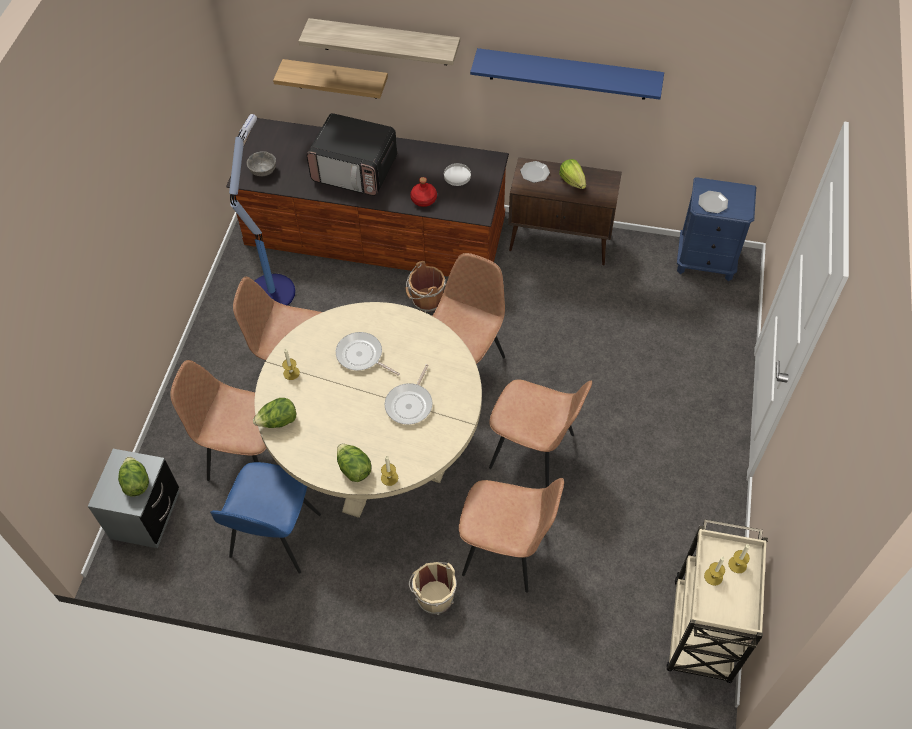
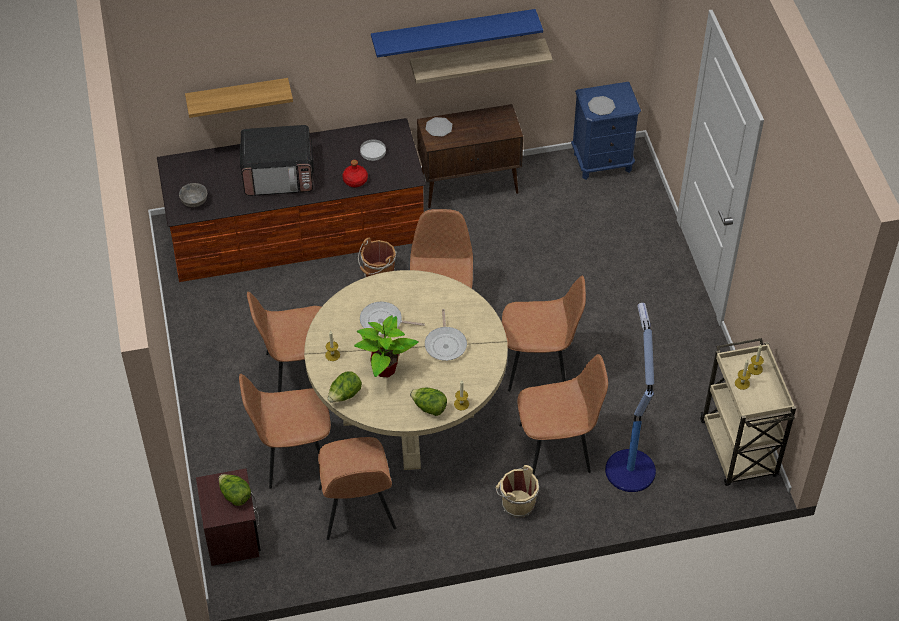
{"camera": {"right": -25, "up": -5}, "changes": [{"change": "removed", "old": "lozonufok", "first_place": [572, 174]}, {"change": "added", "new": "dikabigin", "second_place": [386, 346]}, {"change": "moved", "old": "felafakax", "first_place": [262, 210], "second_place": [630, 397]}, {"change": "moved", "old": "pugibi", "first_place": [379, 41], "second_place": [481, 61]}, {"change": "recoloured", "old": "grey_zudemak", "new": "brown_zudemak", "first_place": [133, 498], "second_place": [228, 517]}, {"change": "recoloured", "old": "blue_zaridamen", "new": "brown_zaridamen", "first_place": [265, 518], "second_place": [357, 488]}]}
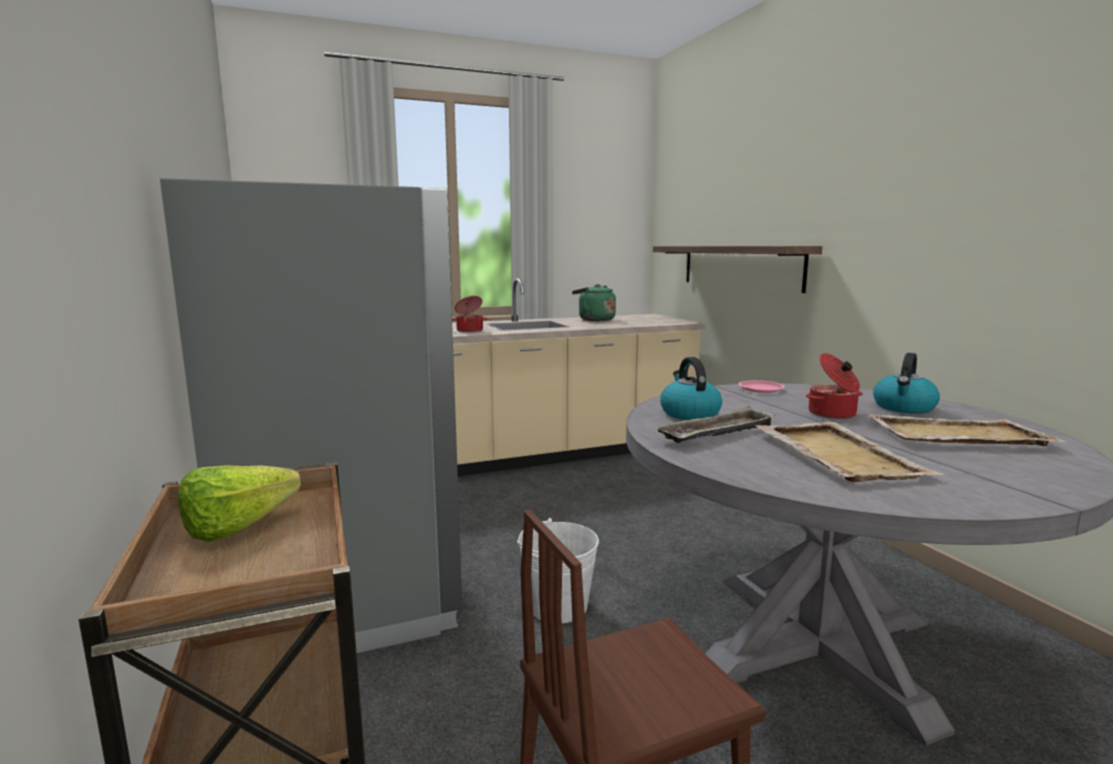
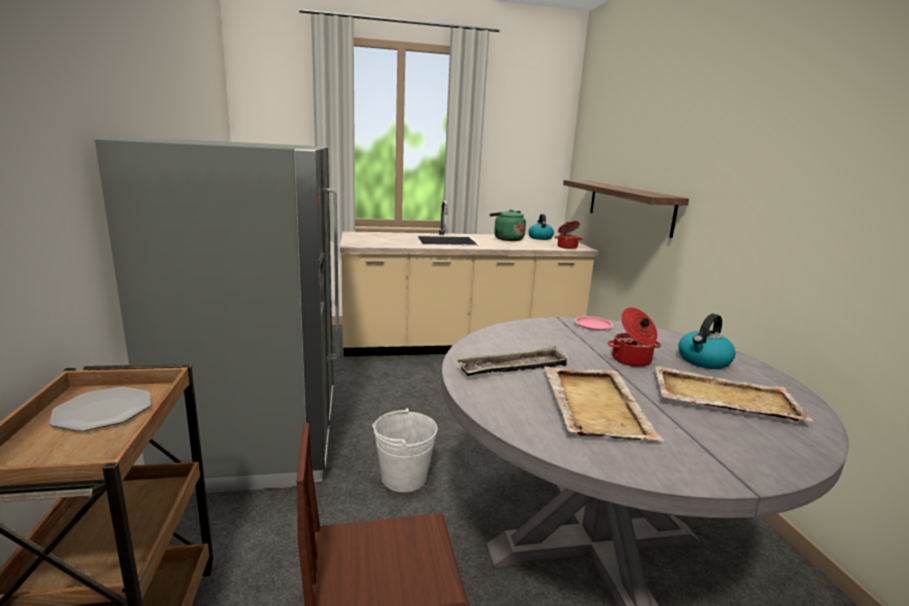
{"camera": {"right": 10, "up": 5}, "changes": [{"change": "moved", "old": "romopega", "first_place": [470, 314], "second_place": [568, 235]}, {"change": "moved", "old": "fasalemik", "first_place": [691, 388], "second_place": [541, 227]}, {"change": "replaced", "old": "lozonufok", "new": "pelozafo", "first_place": [239, 503], "second_place": [100, 409]}]}
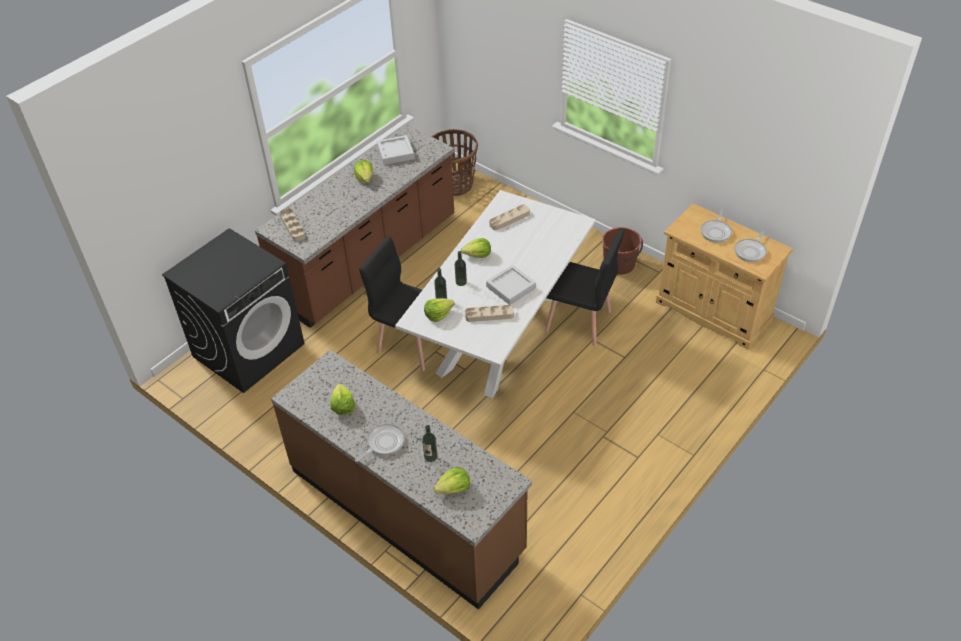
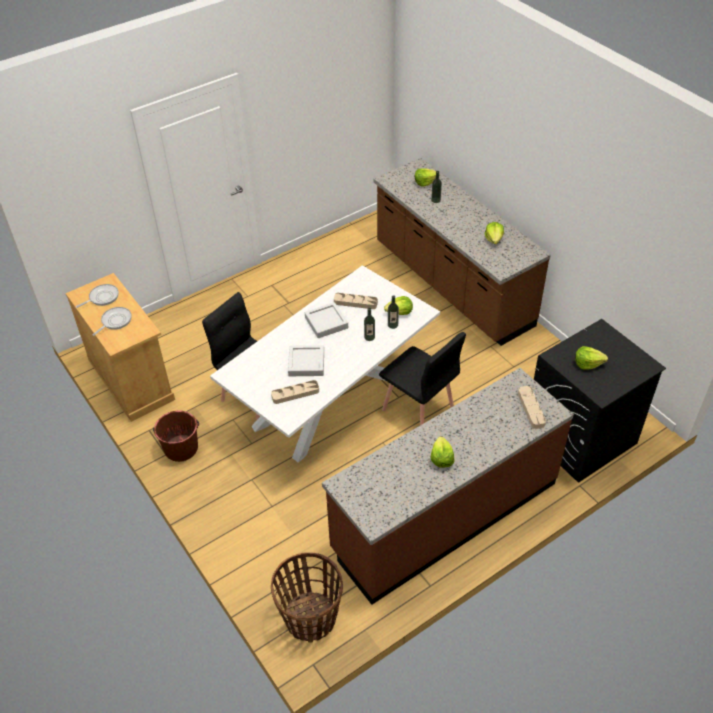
{"camera": {"right": -165, "up": 0}, "changes": [{"change": "removed", "old": "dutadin", "first_place": [380, 443]}, {"change": "moved", "old": "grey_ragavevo", "first_place": [396, 150], "second_place": [306, 360]}, {"change": "moved", "old": "lozonufok", "first_place": [476, 248], "second_place": [591, 358]}]}
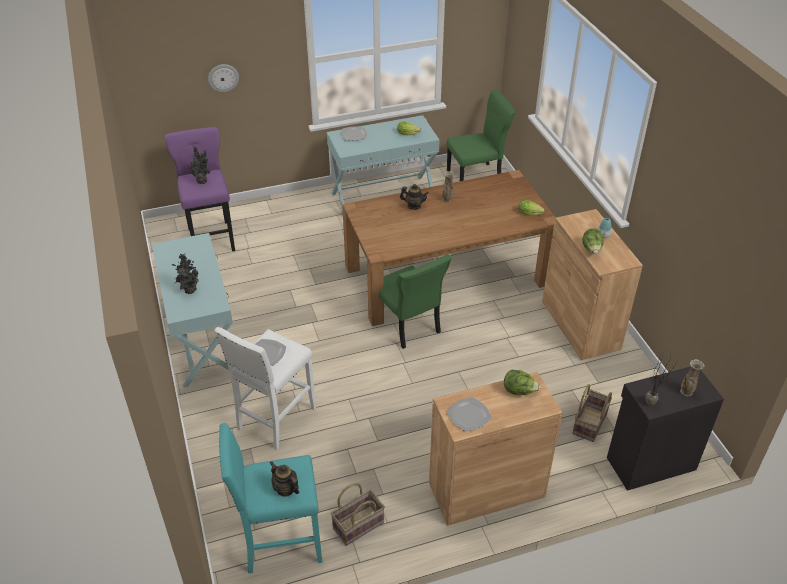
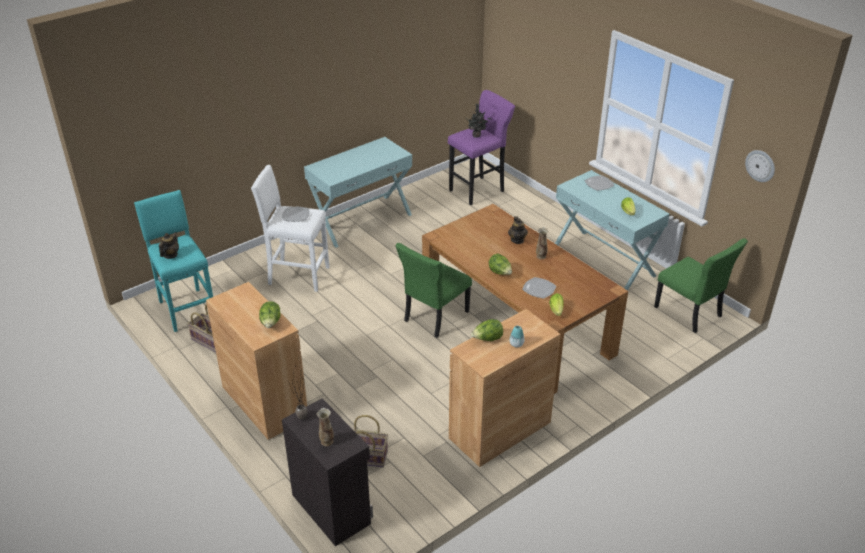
{"camera": {"right": 70, "up": -5}, "changes": [{"change": "removed", "old": "dikabigin", "first_place": [185, 274]}, {"change": "added", "new": "lozonufok", "second_place": [500, 264]}, {"change": "moved", "old": "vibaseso", "first_place": [223, 78], "second_place": [760, 166]}, {"change": "moved", "old": "pelozafo", "first_place": [469, 414], "second_place": [539, 288]}]}
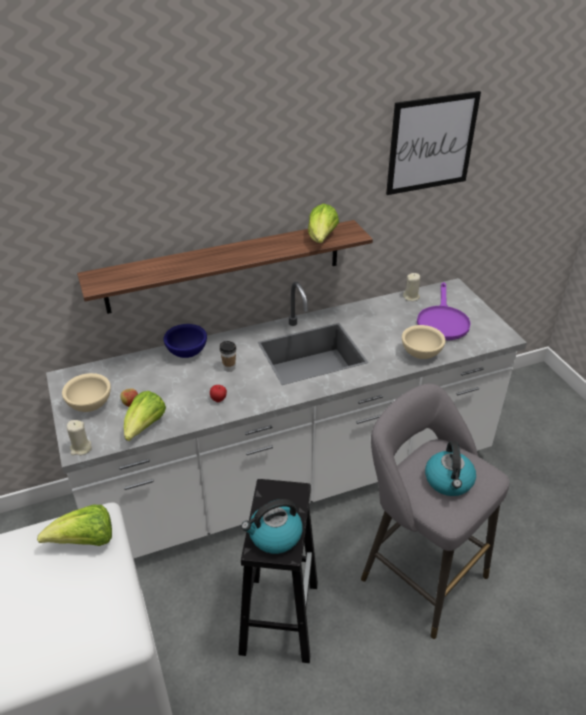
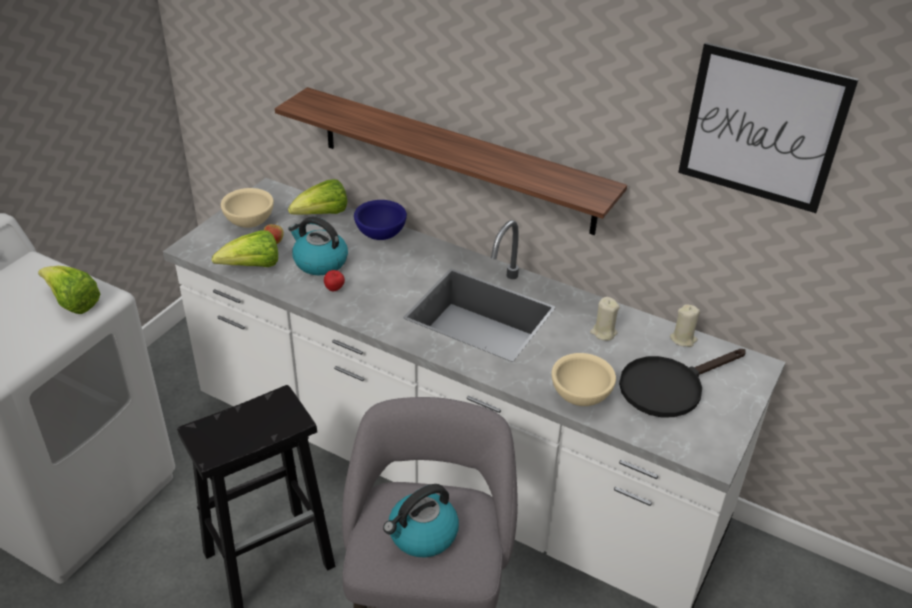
{"camera": {"right": 50, "up": 0}, "changes": [{"change": "removed", "old": "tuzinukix", "first_place": [227, 356]}, {"change": "moved", "old": "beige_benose", "first_place": [79, 437], "second_place": [605, 319]}, {"change": "moved", "old": "fasalemik", "first_place": [272, 526], "second_place": [318, 246]}, {"change": "moved", "old": "lozonufok", "first_place": [323, 223], "second_place": [317, 197]}, {"change": "recoloured", "old": "purple_dutadin", "new": "black_dutadin", "first_place": [444, 311], "second_place": [682, 383]}]}
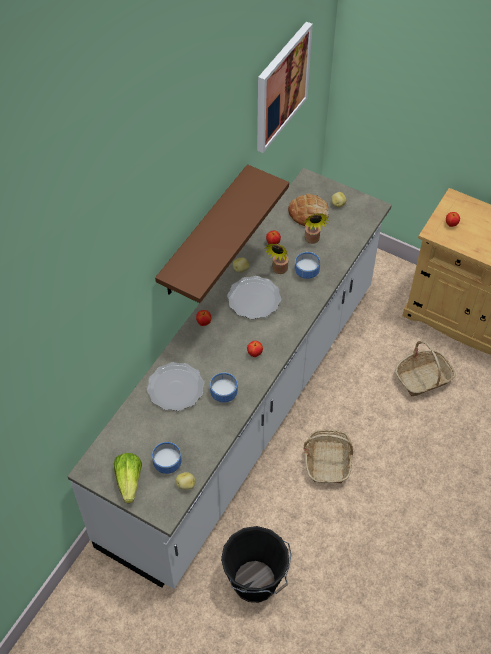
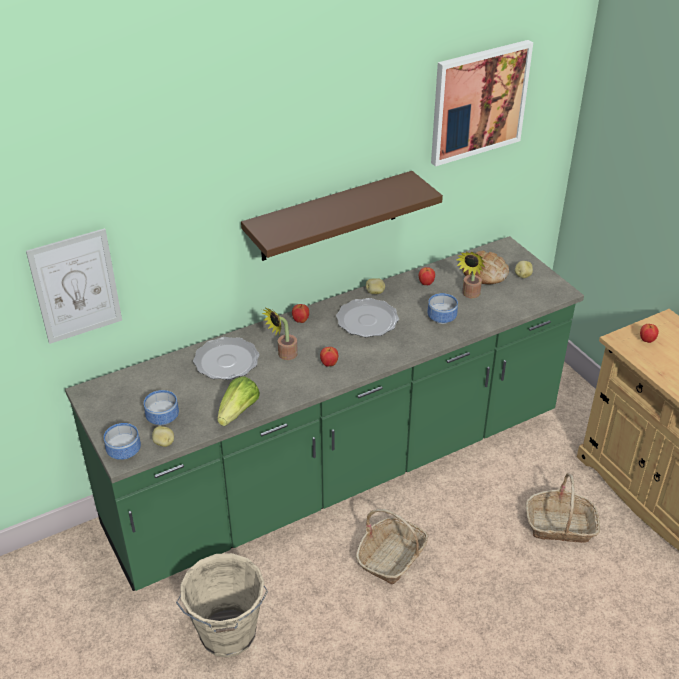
{"camera": {"right": 30, "up": -15}, "changes": [{"change": "added", "new": "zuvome", "second_place": [74, 286]}, {"change": "moved", "old": "lozonufok", "first_place": [128, 478], "second_place": [238, 401]}, {"change": "moved", "old": "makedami", "first_place": [224, 388], "second_place": [122, 441]}, {"change": "moved", "old": "dikabigin", "first_place": [276, 259], "second_place": [279, 333]}, {"change": "recoloured", "old": "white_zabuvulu", "new": "green_zabuvulu", "first_place": [229, 378], "second_place": [324, 413]}, {"change": "recoloured", "old": "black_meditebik", "new": "beige_meditebik", "first_place": [256, 564], "second_place": [222, 605]}]}
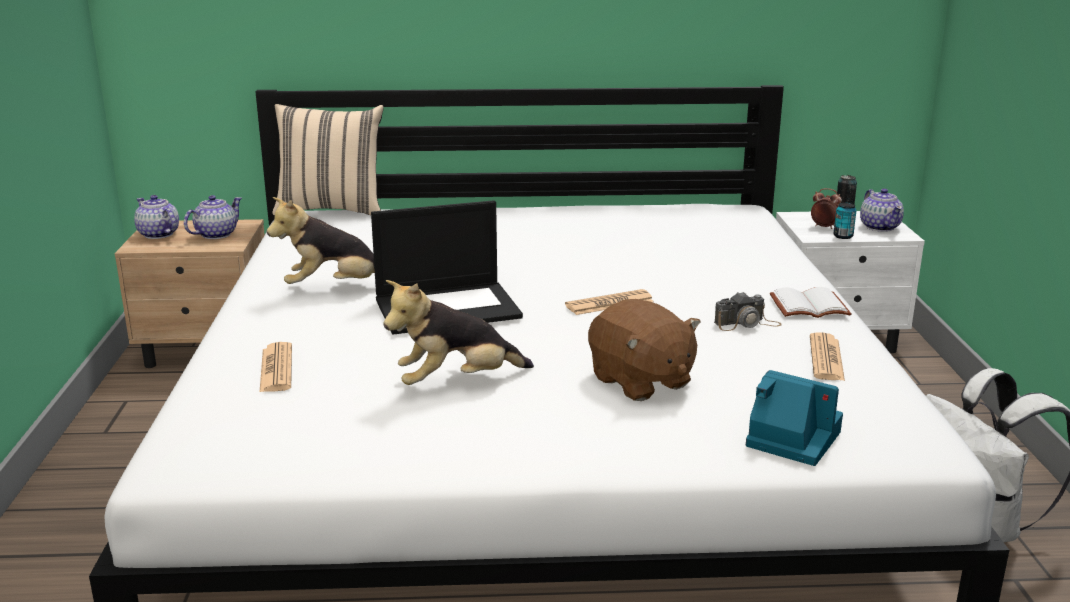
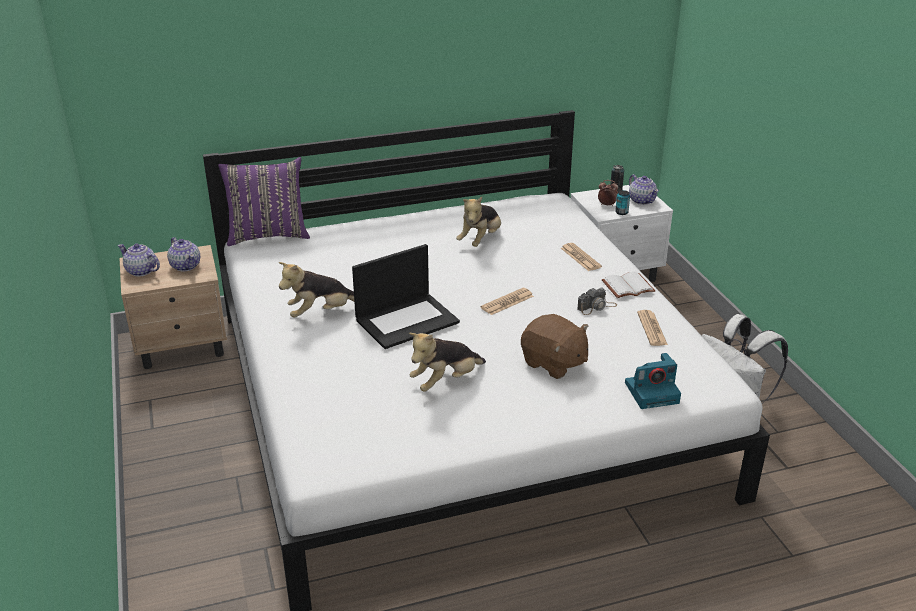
{"camera": {"right": -15, "up": 10}, "changes": [{"change": "added", "new": "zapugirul", "second_place": [478, 222]}, {"change": "moved", "old": "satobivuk", "first_place": [276, 367], "second_place": [581, 257]}, {"change": "recoloured", "old": "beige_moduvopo", "new": "purple_moduvopo", "first_place": [328, 159], "second_place": [264, 201]}, {"change": "turned", "old": "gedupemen", "first_place": [213, 217], "second_place": [183, 254], "degrees": 120}, {"change": "turned", "old": "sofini", "first_place": [794, 418], "second_place": [653, 381], "degrees": 150}]}
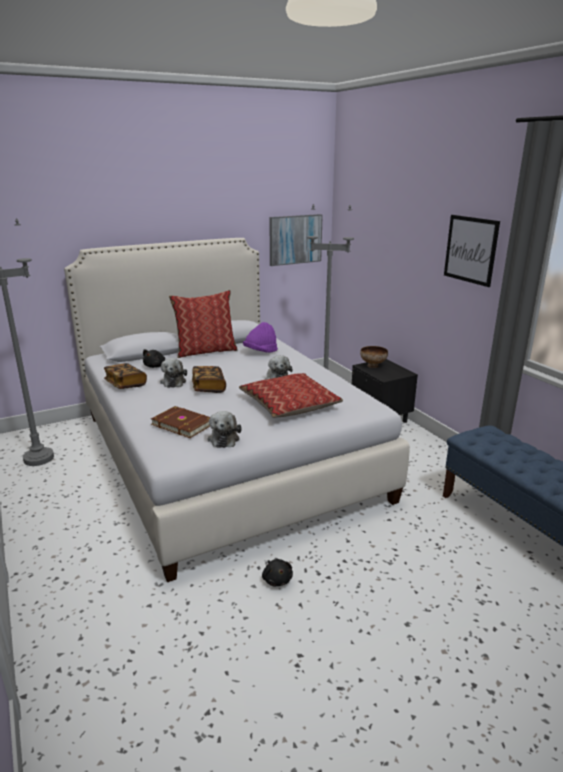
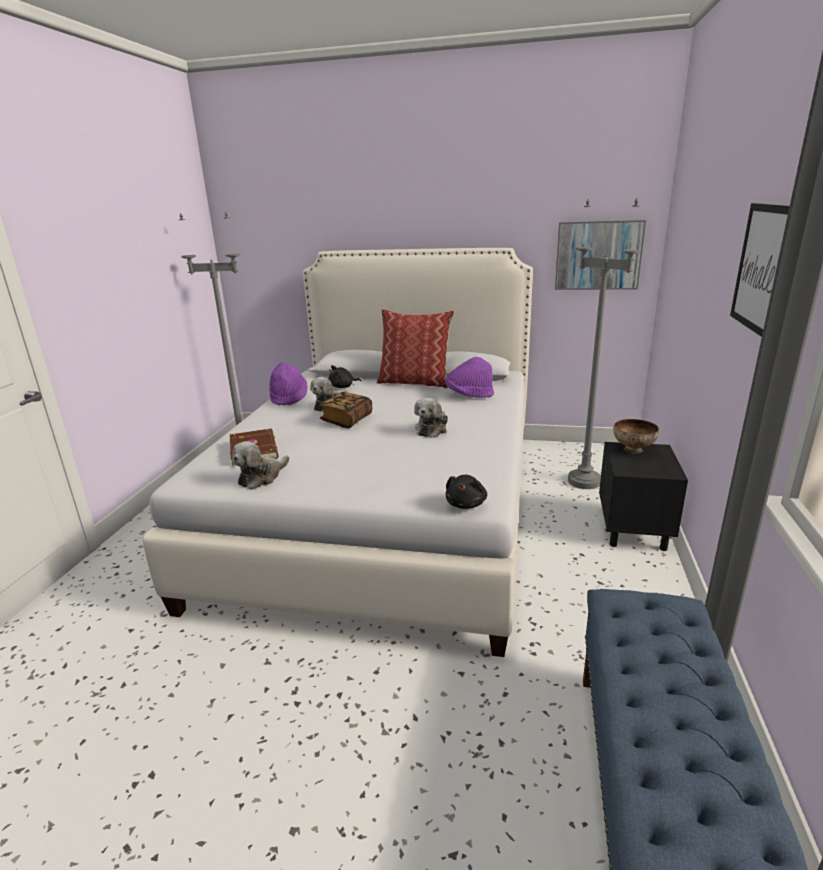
{"camera": {"right": 40, "up": 0}, "changes": [{"change": "removed", "old": "moduvopo", "first_place": [291, 395]}, {"change": "moved", "old": "black_zapugirul", "first_place": [277, 572], "second_place": [466, 492]}, {"change": "replaced", "old": "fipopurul", "new": "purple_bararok", "first_place": [125, 376], "second_place": [288, 384]}]}
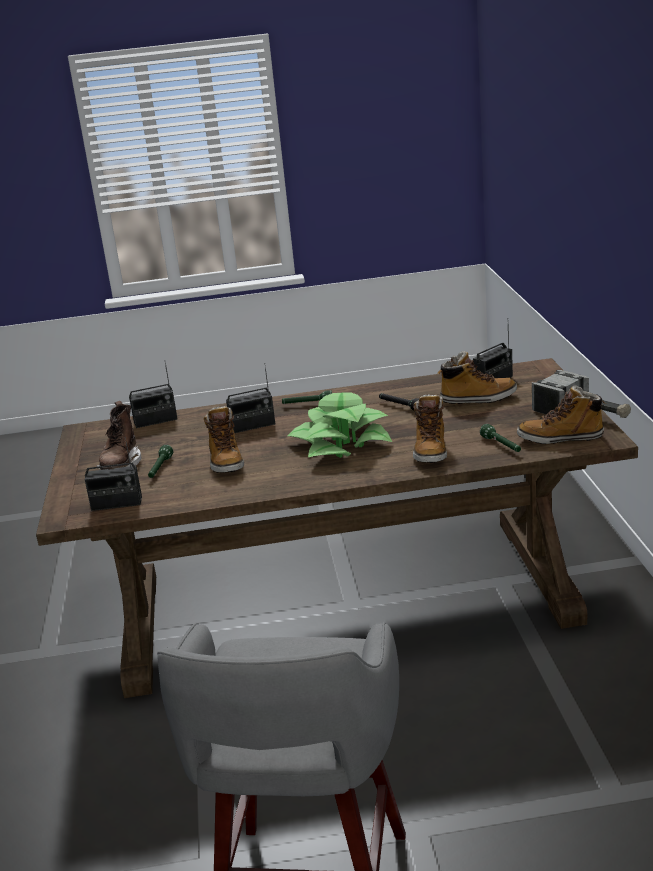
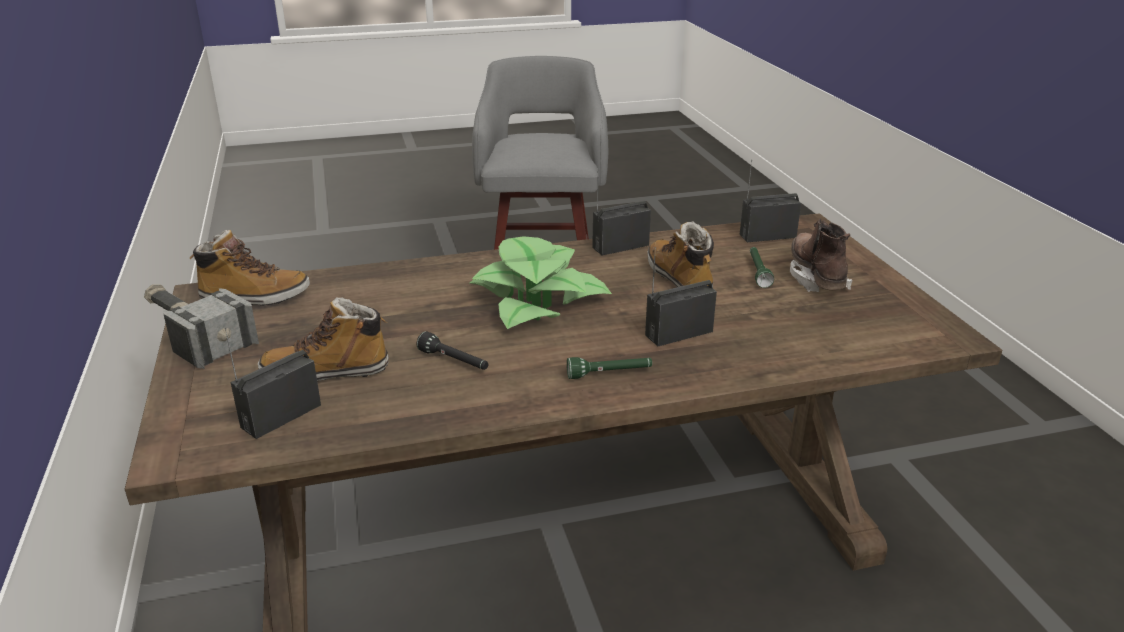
{"camera": {"right": 170, "up": 5}, "changes": [{"change": "removed", "old": "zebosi", "first_place": [430, 428]}, {"change": "removed", "old": "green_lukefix", "first_place": [500, 438]}, {"change": "moved", "old": "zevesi", "first_place": [153, 395], "second_place": [621, 213]}]}
